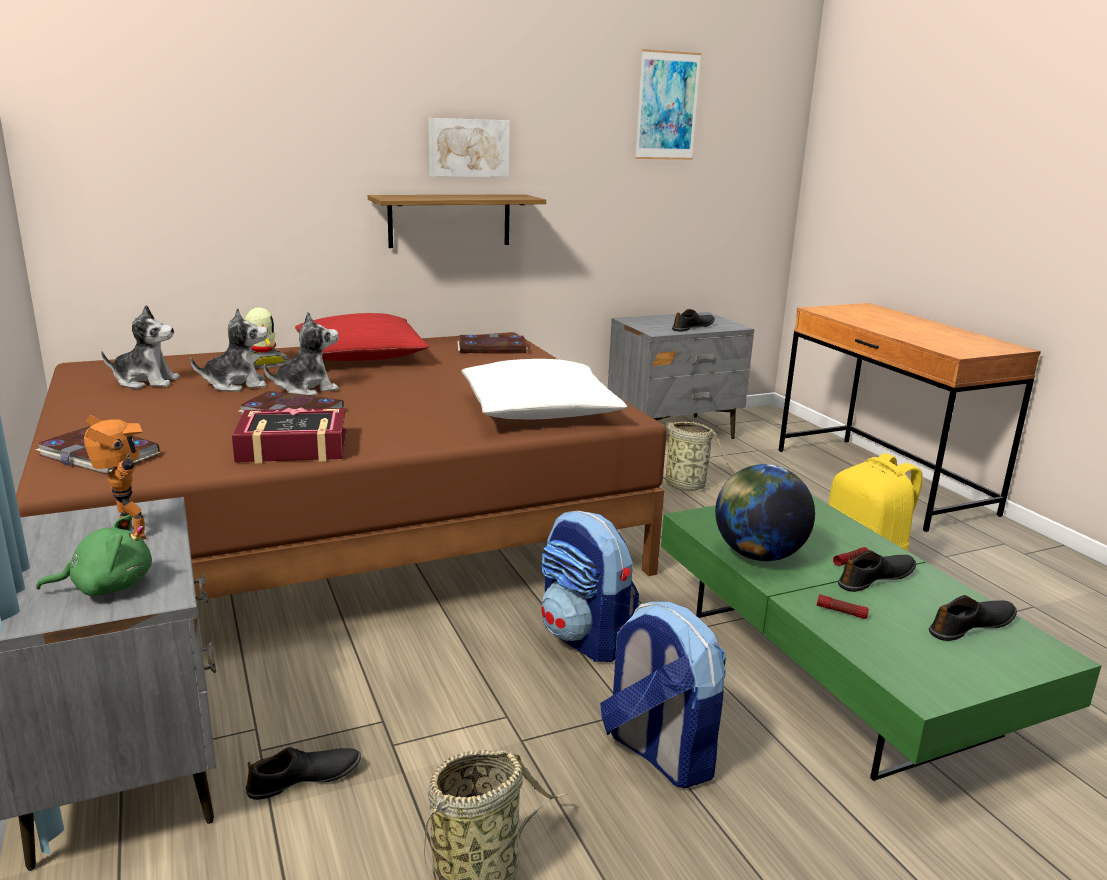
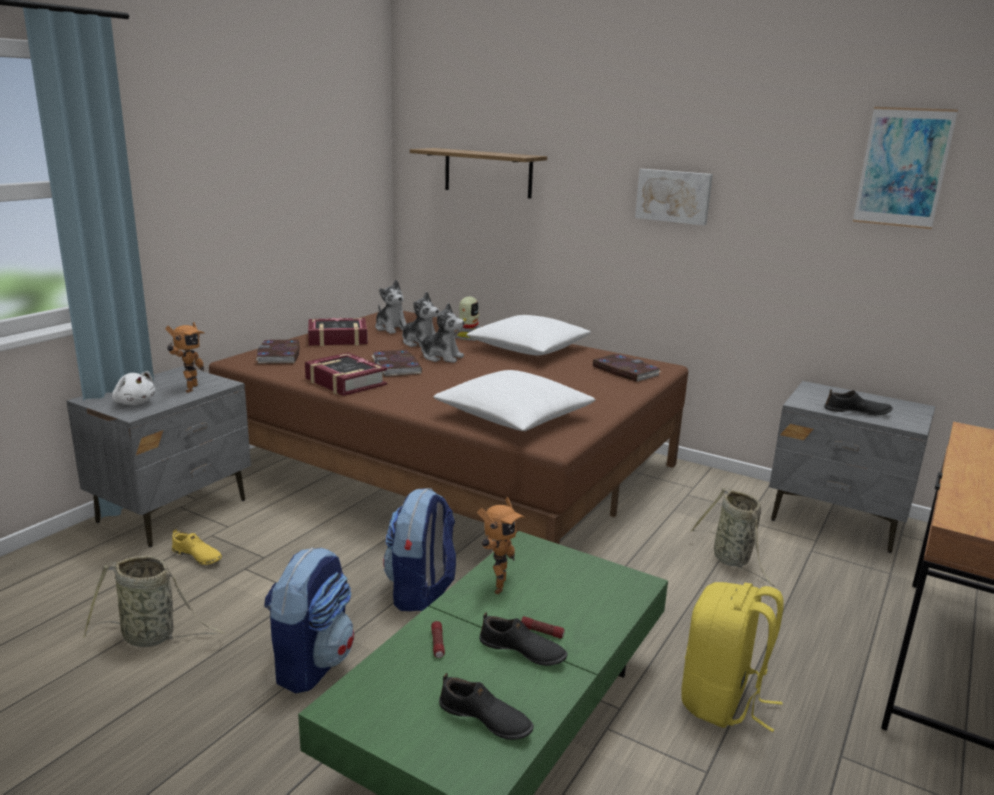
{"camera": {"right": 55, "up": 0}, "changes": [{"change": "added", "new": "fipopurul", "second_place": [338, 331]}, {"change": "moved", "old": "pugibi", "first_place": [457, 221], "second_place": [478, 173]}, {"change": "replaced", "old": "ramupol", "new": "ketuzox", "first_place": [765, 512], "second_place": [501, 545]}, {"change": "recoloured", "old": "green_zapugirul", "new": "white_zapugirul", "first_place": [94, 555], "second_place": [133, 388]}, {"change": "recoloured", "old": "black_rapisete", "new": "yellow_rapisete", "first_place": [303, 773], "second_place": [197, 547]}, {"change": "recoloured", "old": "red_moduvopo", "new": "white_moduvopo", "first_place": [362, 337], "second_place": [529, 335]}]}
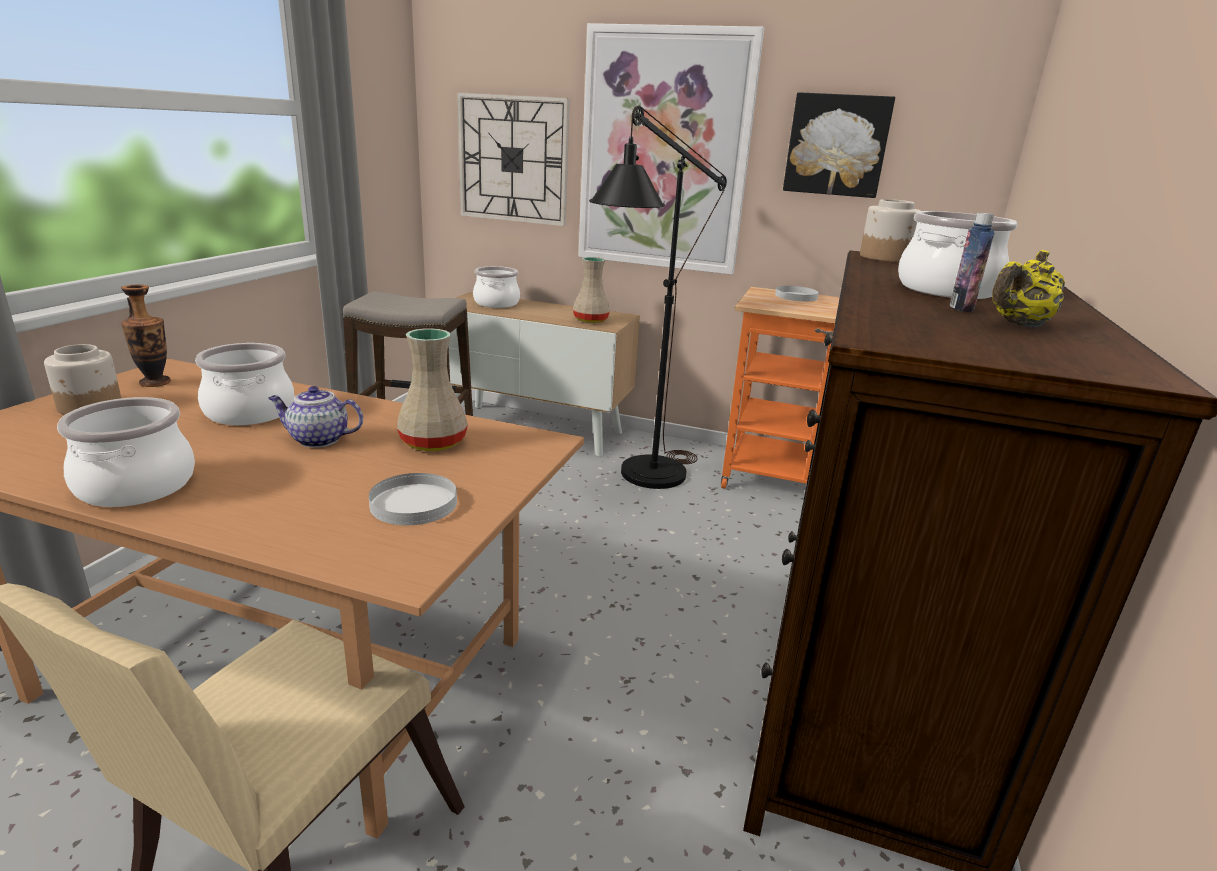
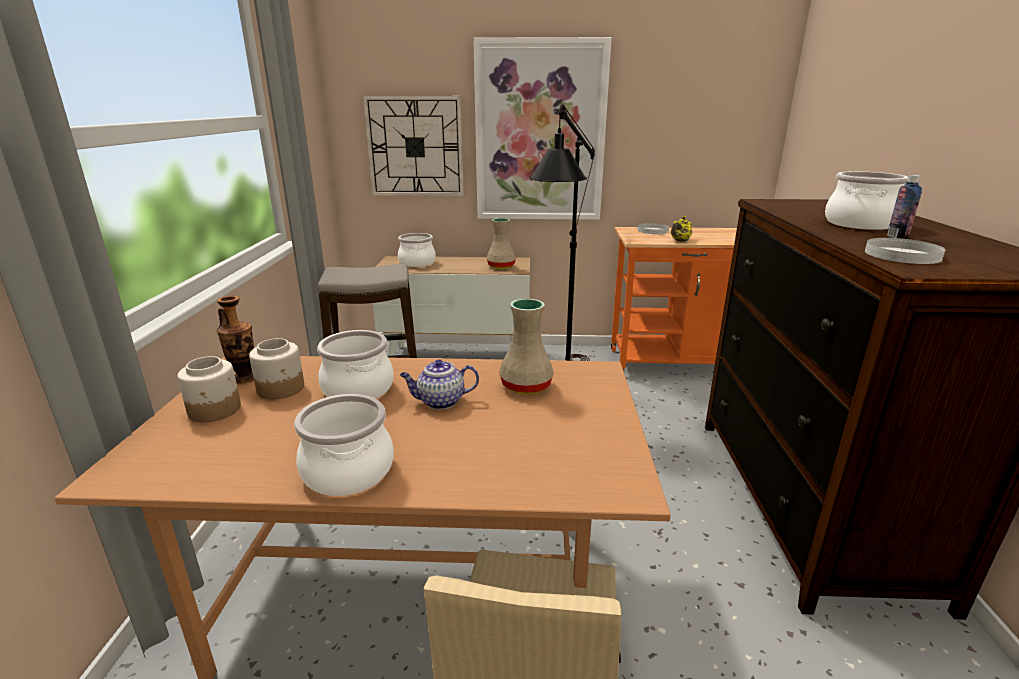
{"camera": {"right": -15, "up": 0}, "changes": [{"change": "removed", "old": "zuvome", "first_place": [839, 145]}, {"change": "moved", "old": "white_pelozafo", "first_place": [413, 499], "second_place": [905, 251]}, {"change": "moved", "old": "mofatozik", "first_place": [890, 230], "second_place": [276, 368]}, {"change": "moved", "old": "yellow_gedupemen", "first_place": [1028, 288], "second_place": [681, 229]}]}
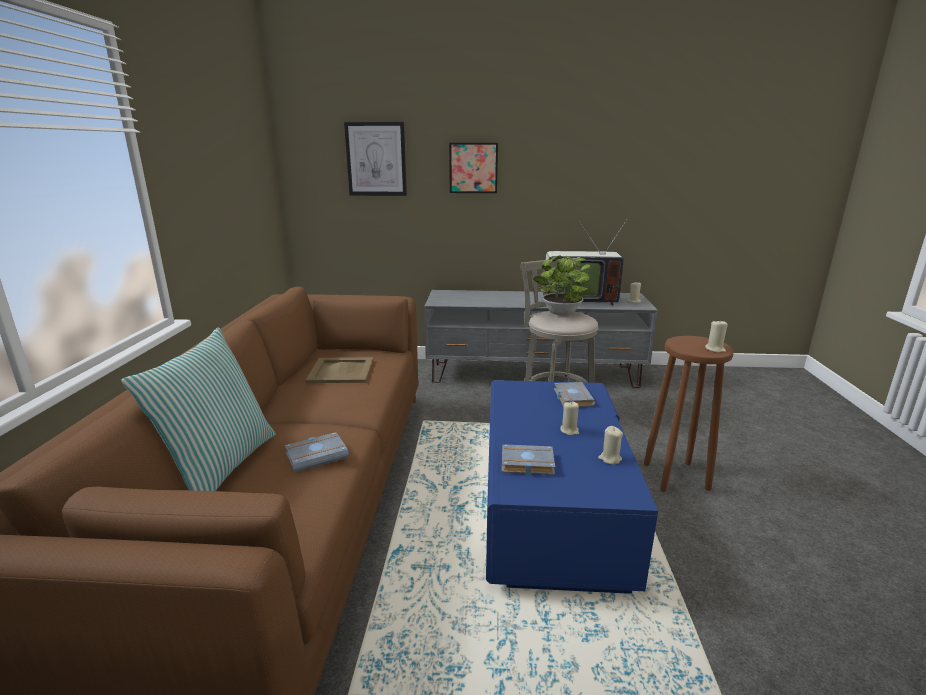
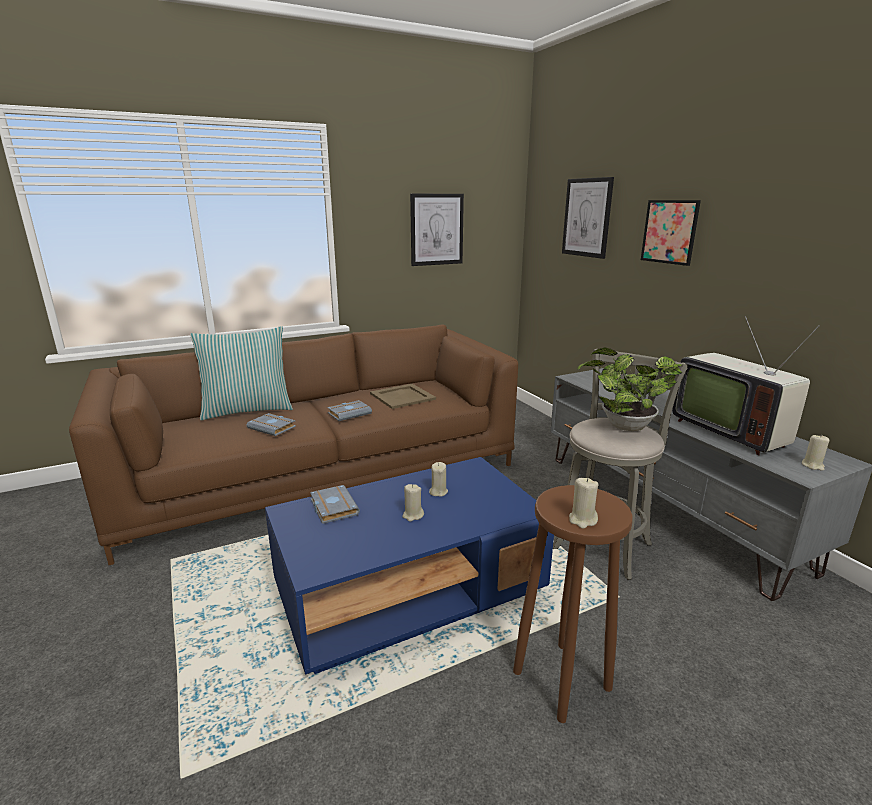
{"camera": {"right": 60, "up": 0}, "changes": [{"change": "added", "new": "zuvome", "second_place": [437, 230]}, {"change": "moved", "old": "grey_fipopurul", "first_place": [575, 394], "second_place": [349, 410]}, {"change": "moved", "old": "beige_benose", "first_place": [610, 445], "second_place": [438, 479]}]}
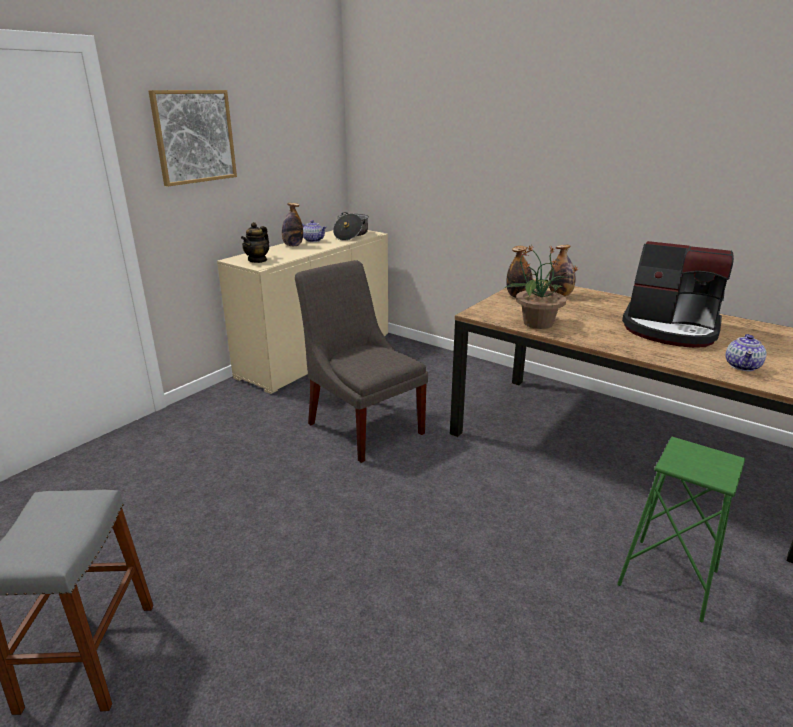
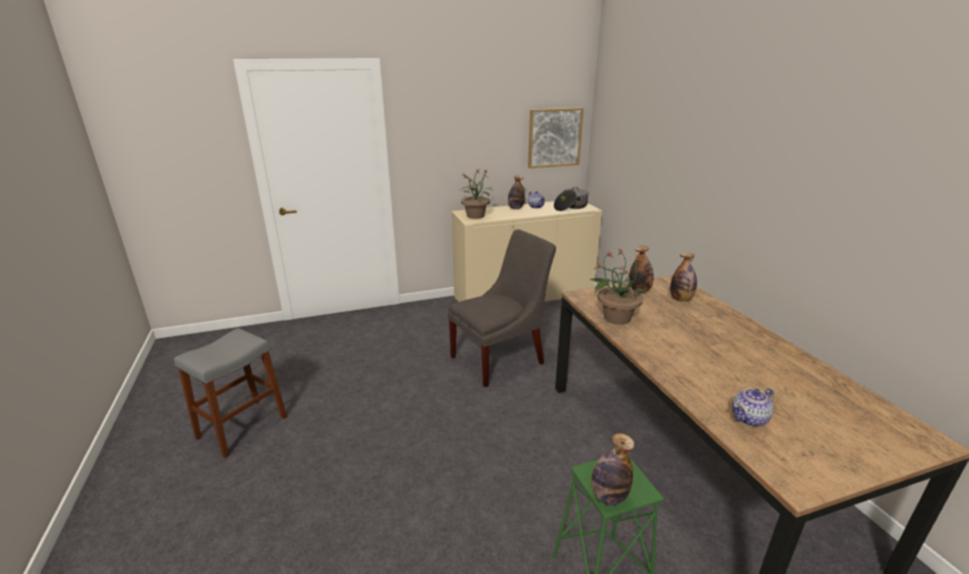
{"camera": {"right": 35, "up": 0}, "changes": [{"change": "removed", "old": "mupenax", "first_place": [678, 294]}, {"change": "added", "new": "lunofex", "second_place": [613, 469]}, {"change": "moved", "old": "zuvome", "first_place": [192, 138], "second_place": [556, 138]}, {"change": "replaced", "old": "gedupemen", "new": "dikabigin", "first_place": [255, 242], "second_place": [475, 194]}, {"change": "turned", "old": "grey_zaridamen", "first_place": [361, 361], "second_place": [502, 308], "degrees": 60}]}
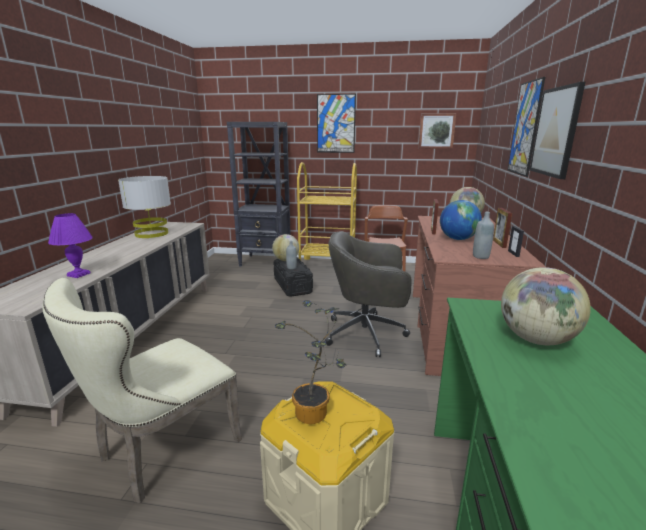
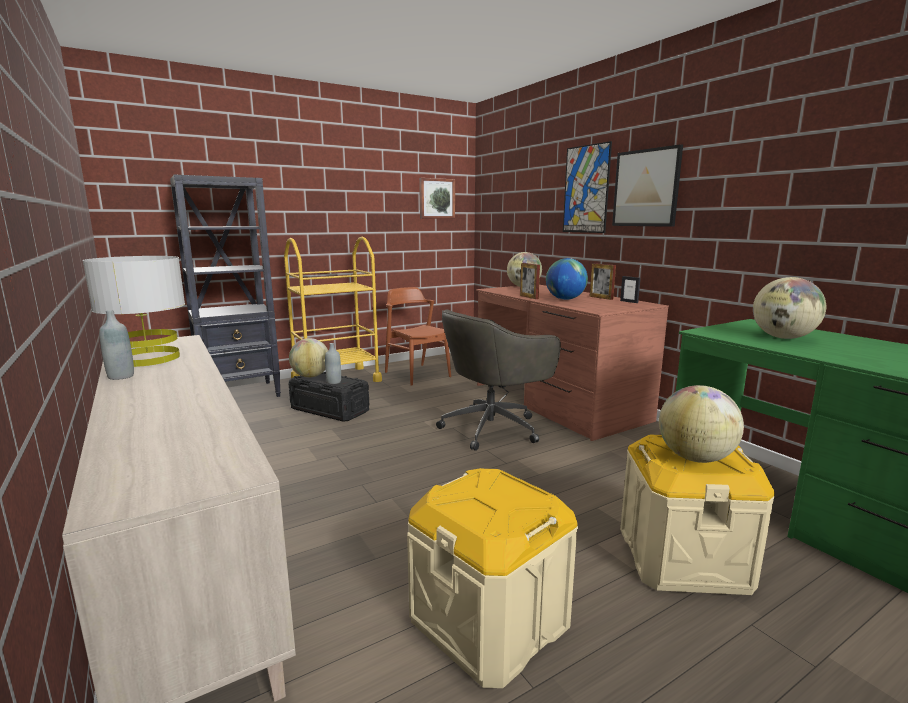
{"camera": {"right": -40, "up": -5}, "changes": [{"change": "removed", "old": "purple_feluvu", "first_place": [70, 245]}, {"change": "removed", "old": "zuvome", "first_place": [336, 123]}, {"change": "moved", "old": "grey_lunofex", "first_place": [483, 235], "second_place": [116, 345]}, {"change": "replaced", "old": "beige_zaridamen", "new": "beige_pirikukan", "first_place": [142, 390], "second_place": [492, 578]}, {"change": "replaced", "old": "dikabigin", "new": "ramupol", "first_place": [310, 362], "second_place": [701, 424]}]}
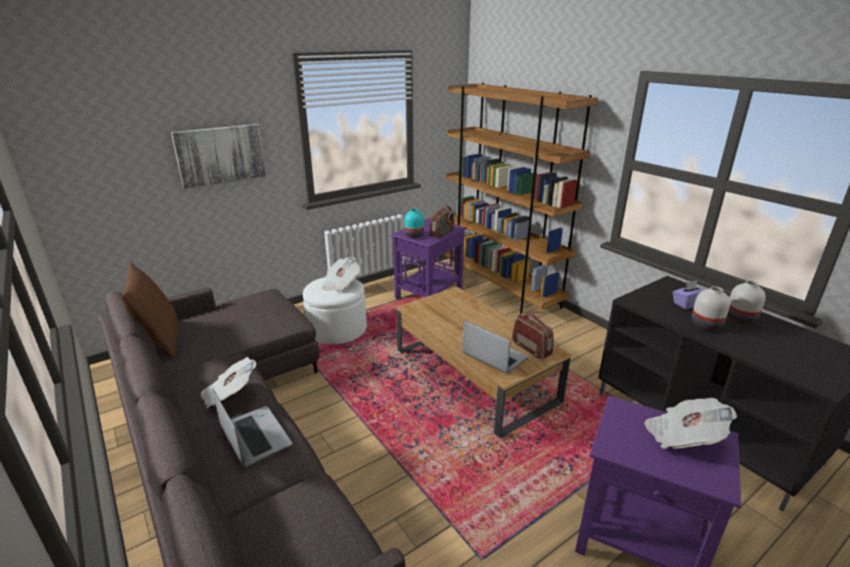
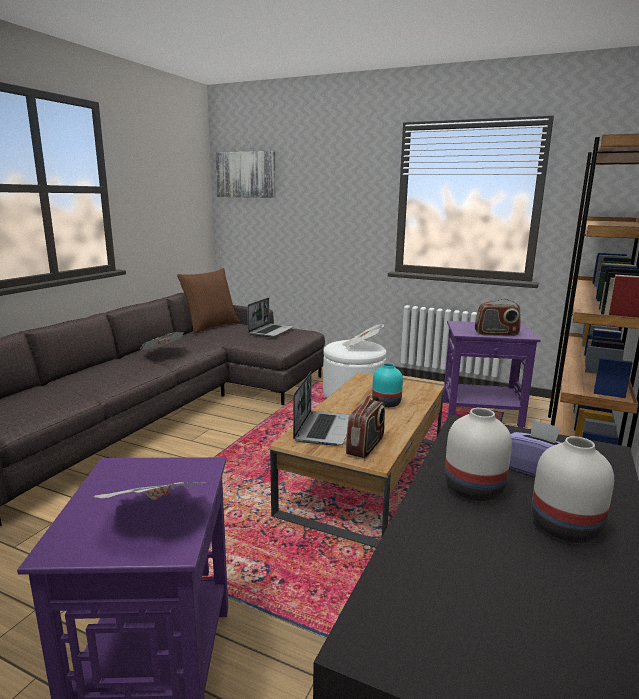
{"camera": {"right": 60, "up": -10}, "changes": [{"change": "moved", "old": "zuvome", "first_place": [218, 156], "second_place": [245, 174]}, {"change": "moved", "old": "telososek", "first_place": [252, 427], "second_place": [270, 317]}, {"change": "moved", "old": "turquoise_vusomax", "first_place": [414, 223], "second_place": [387, 385]}]}
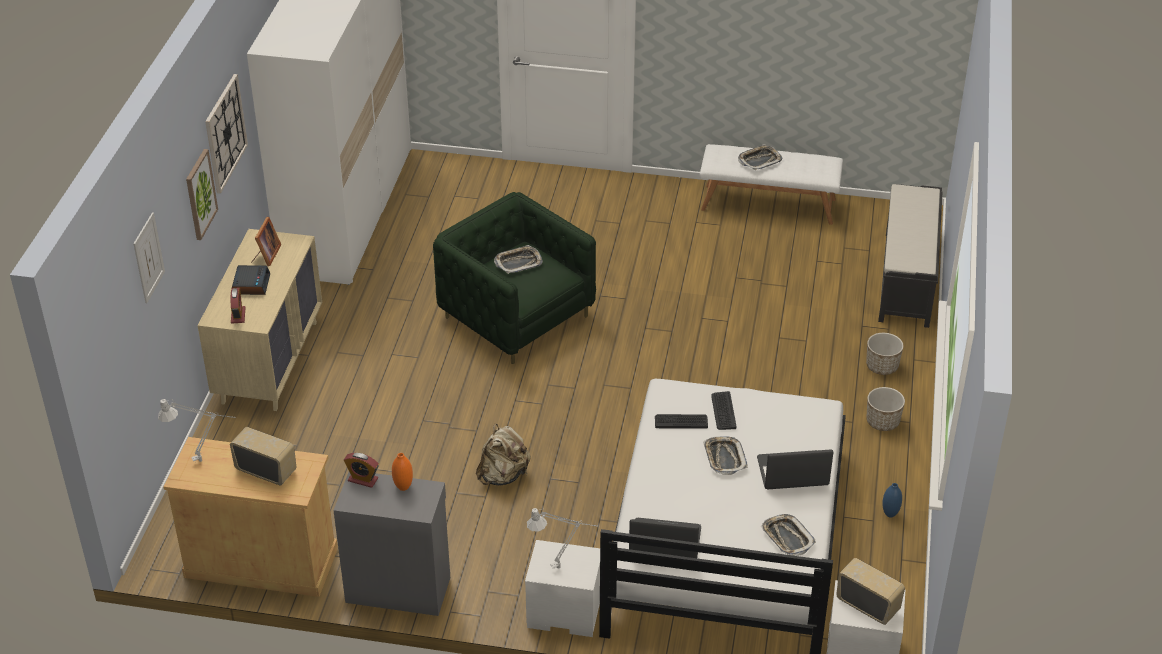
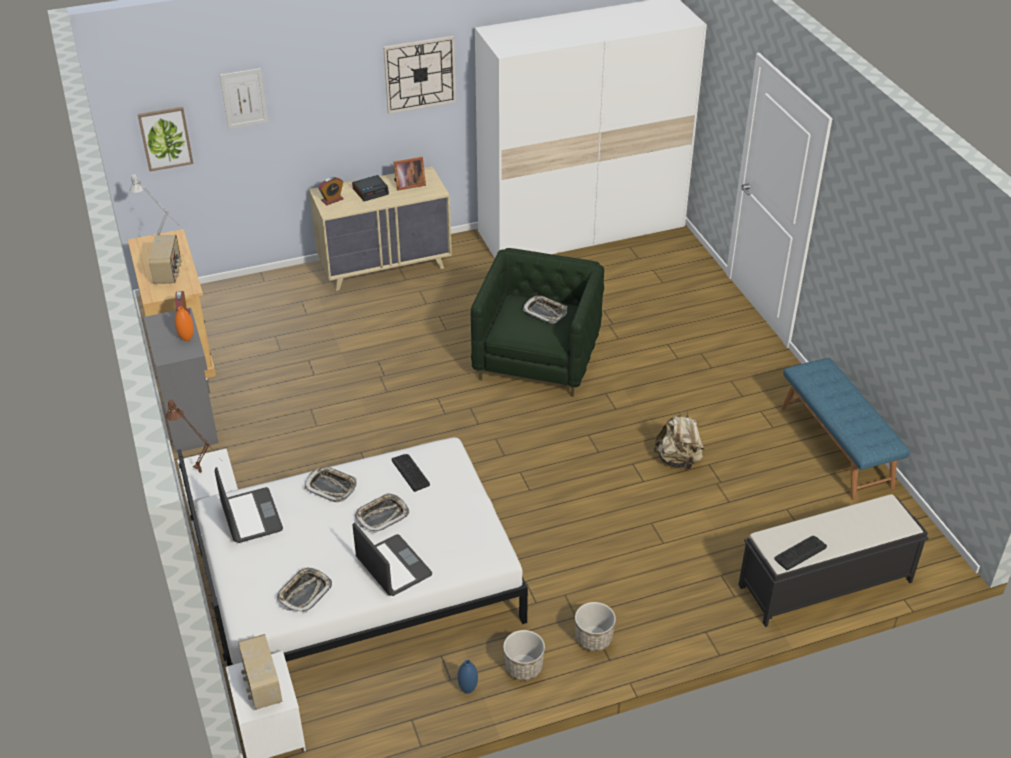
{"camera": {"right": 60, "up": 0}, "changes": [{"change": "moved", "old": "zuvome", "first_place": [202, 194], "second_place": [165, 139]}, {"change": "moved", "old": "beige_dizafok", "first_place": [503, 454], "second_place": [679, 439]}, {"change": "moved", "old": "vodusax", "first_place": [723, 410], "second_place": [800, 553]}, {"change": "moved", "old": "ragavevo", "first_place": [760, 157], "second_place": [330, 484]}, {"change": "moved", "old": "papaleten", "first_place": [885, 354], "second_place": [524, 655]}, {"change": "recoloured", "old": "grey_feluvu", "new": "brown_feluvu", "first_place": [562, 538], "second_place": [194, 436]}, {"change": "recoloured", "old": "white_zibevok", "new": "blue_zibevok", "first_place": [771, 184], "second_place": [845, 429]}, {"change": "turned", "old": "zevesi", "first_place": [870, 591], "second_place": [260, 672], "degrees": 150}]}
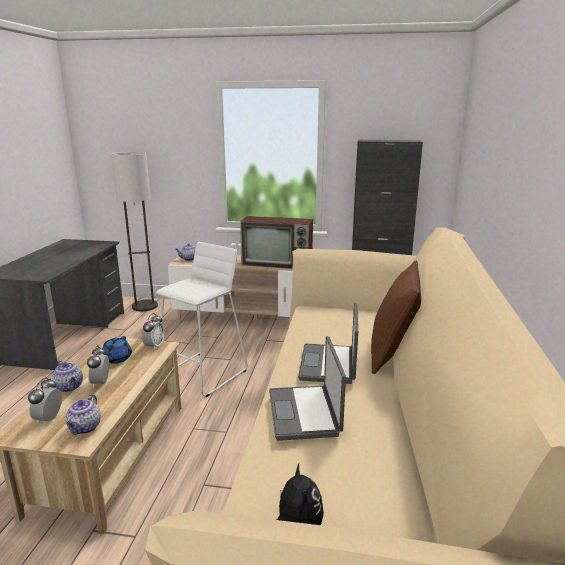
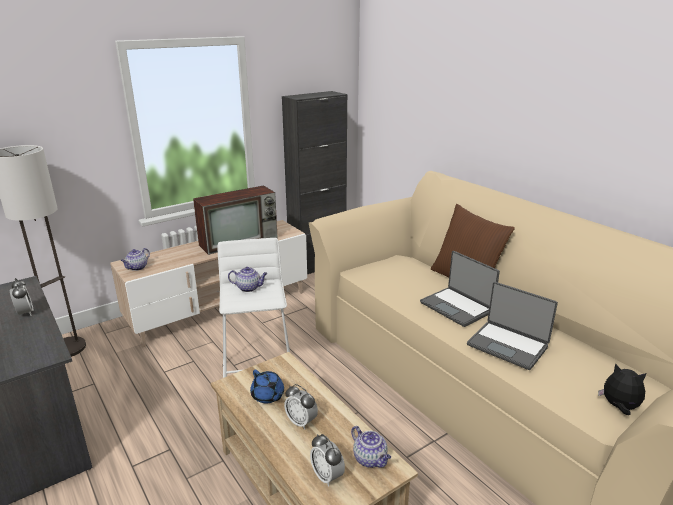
{"camera": {"right": -45, "up": 5}, "changes": [{"change": "moved", "old": "gedupemen", "first_place": [67, 376], "second_place": [248, 279]}, {"change": "moved", "old": "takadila", "first_place": [153, 331], "second_place": [21, 297]}]}
